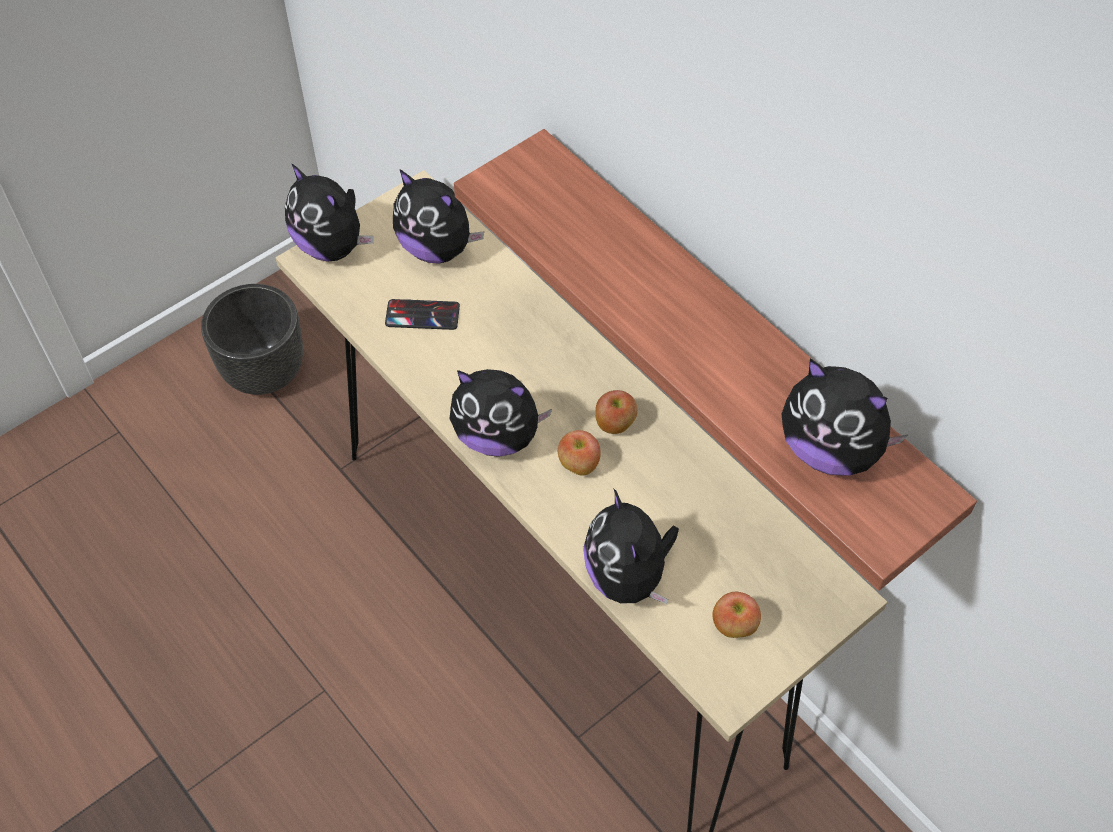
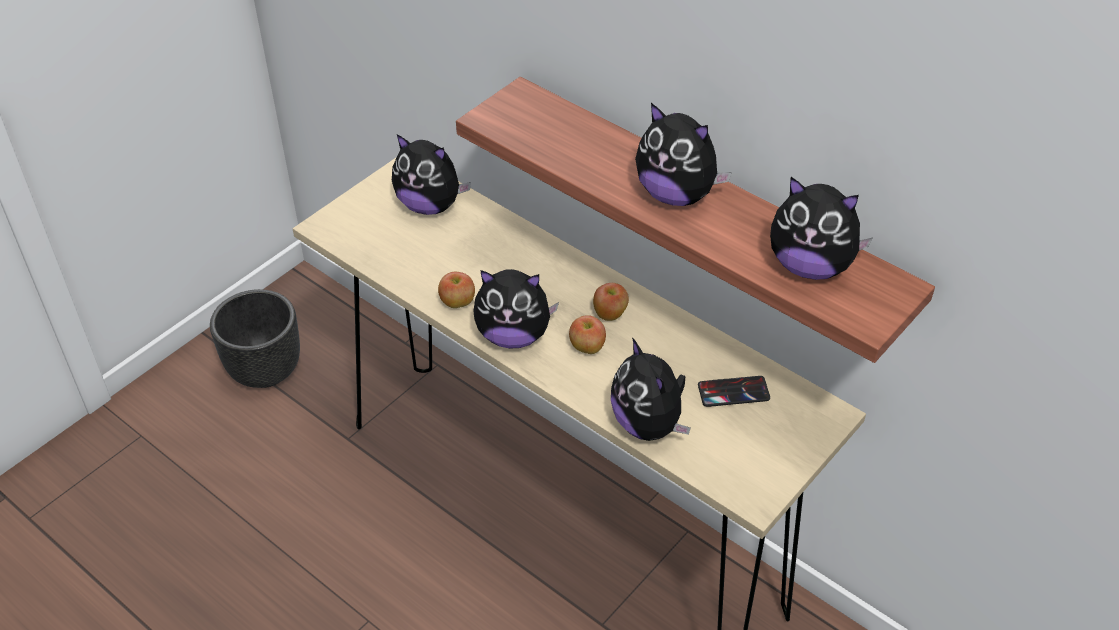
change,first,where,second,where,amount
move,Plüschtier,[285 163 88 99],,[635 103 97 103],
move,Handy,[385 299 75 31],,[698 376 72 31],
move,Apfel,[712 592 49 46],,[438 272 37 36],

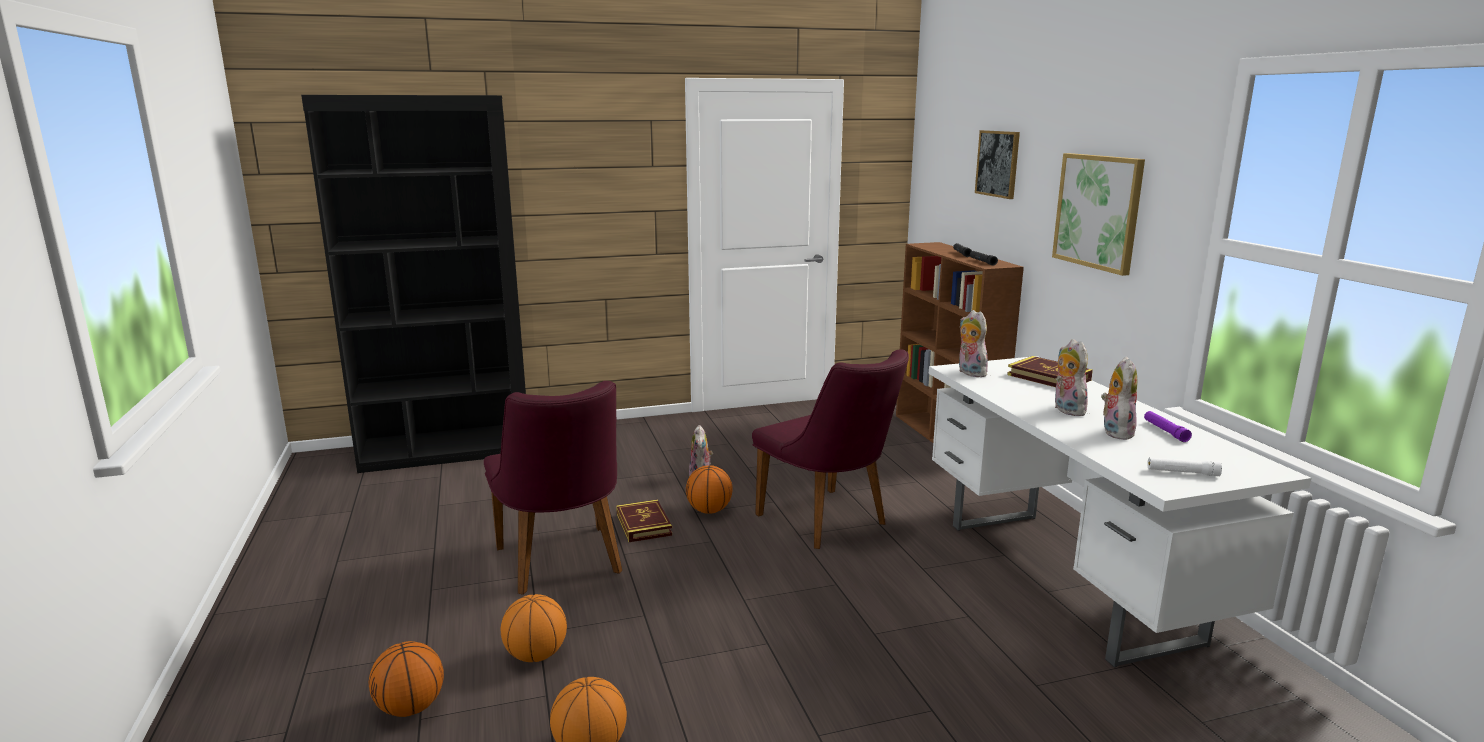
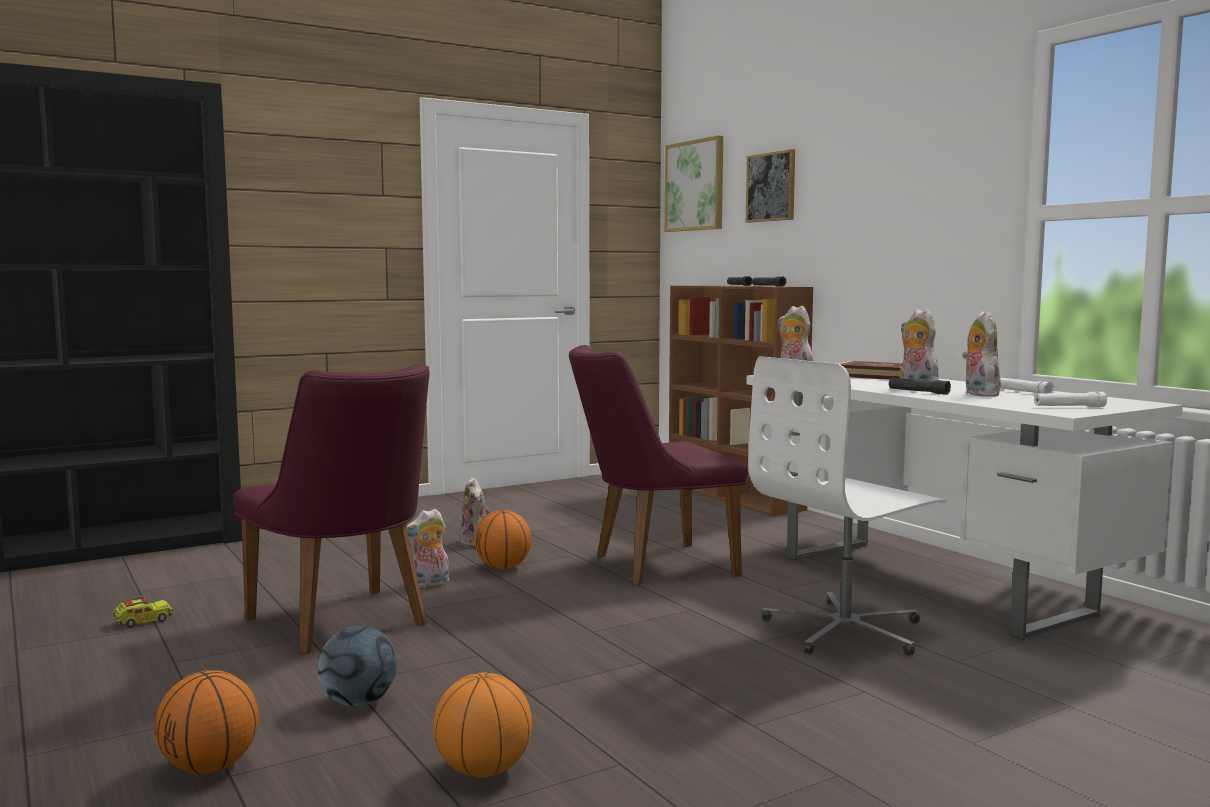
change,first,where,second,where,amount
insert,,,Spielzeuglaster,[112 596 61 32],
insert,,,Bürostuhl/weiß,[748 356 199 300],
insert,,,Taschenlampe/schwarz,[889 378 62 17],
move,Bild,[1052 153 93 123],,[664 135 59 97],
replace,Basketball,[501 594 66 68],Fußball,[318 626 79 80],
replace,Buch,[616 500 56 42],Plüschtier,[407 508 42 80],
recolor,Taschenlampe/lila,[1144 411 48 31],Taschenlampe/weiß,[1000 378 54 16],
rotate,Stuhl/lila,[752 349 157 200],,[569 345 178 241],120 degrees clockwise

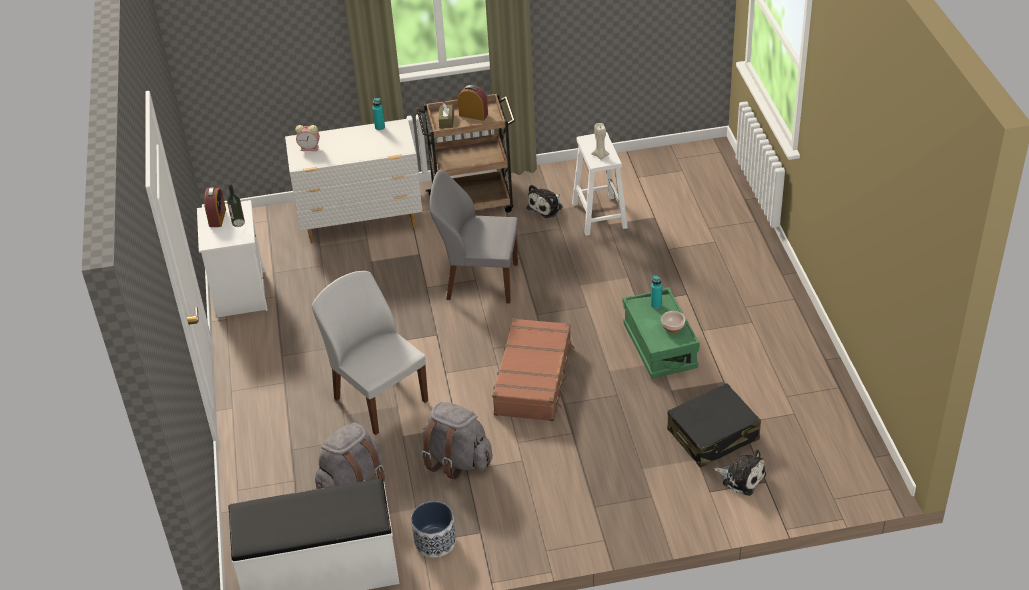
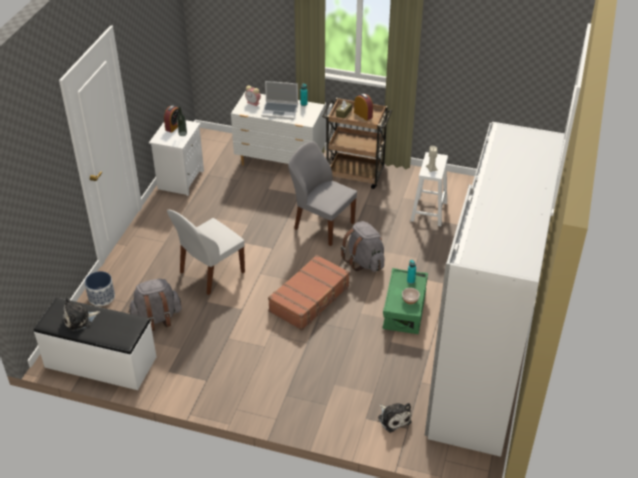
change,first,where,second,where,amount
delete,Koffer/schwarz,[667 383 94 85],,,
insert,,,Laptop,[261 81 37 38],
insert,,,Kleiderschrank/weiß,[425 122 140 335],
move,Pflanzkübel,[411 501 45 56],,[85 271 30 35],
move,Rucksack/grau,[421 402 72 78],,[341 221 43 51],
move,Plüschtier,[527 185 36 33],,[63 297 37 34],
rotate,Stuhl/weiß,[312 271 116 164],,[167 210 78 85],120 degrees counterclockwise

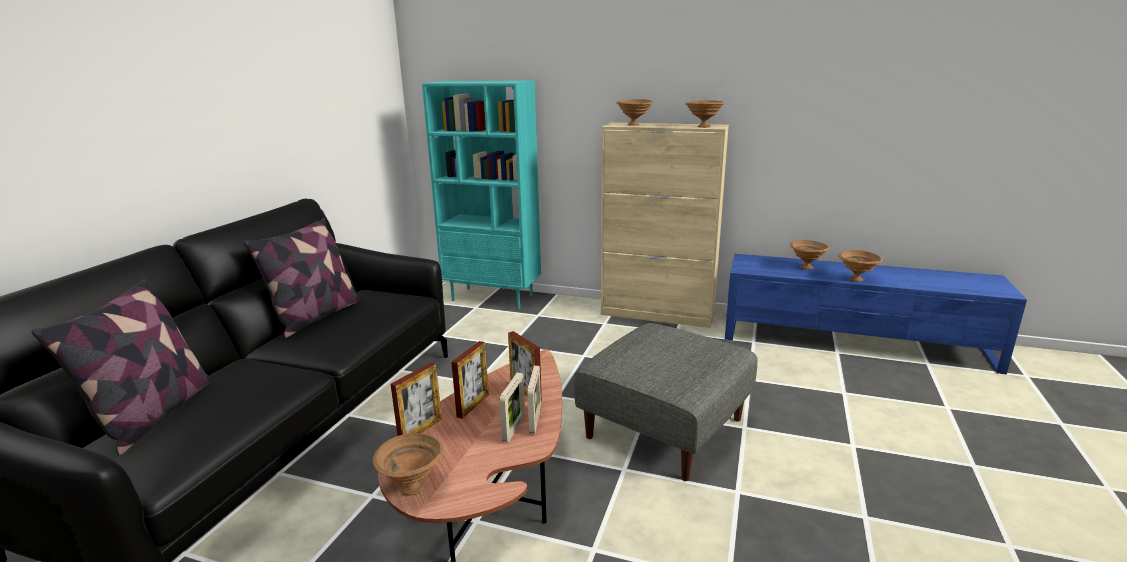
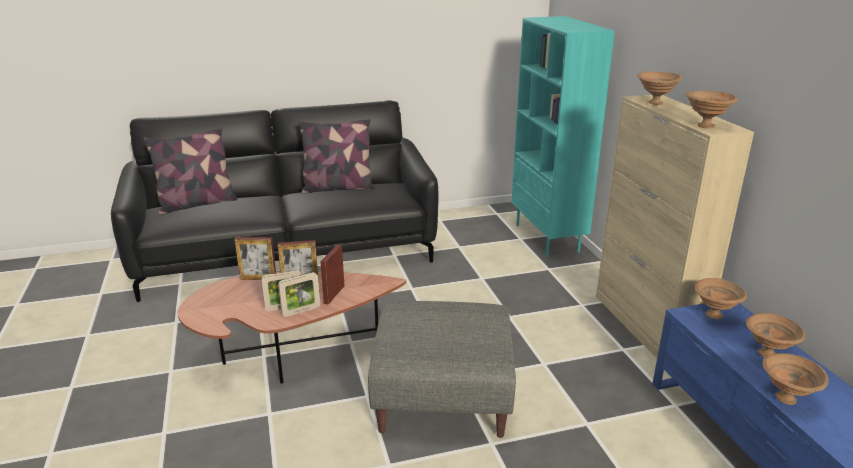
change,first,where,second,where,amount
move,Schüssel/braun,[373 433 71 62],,[695 278 52 41],

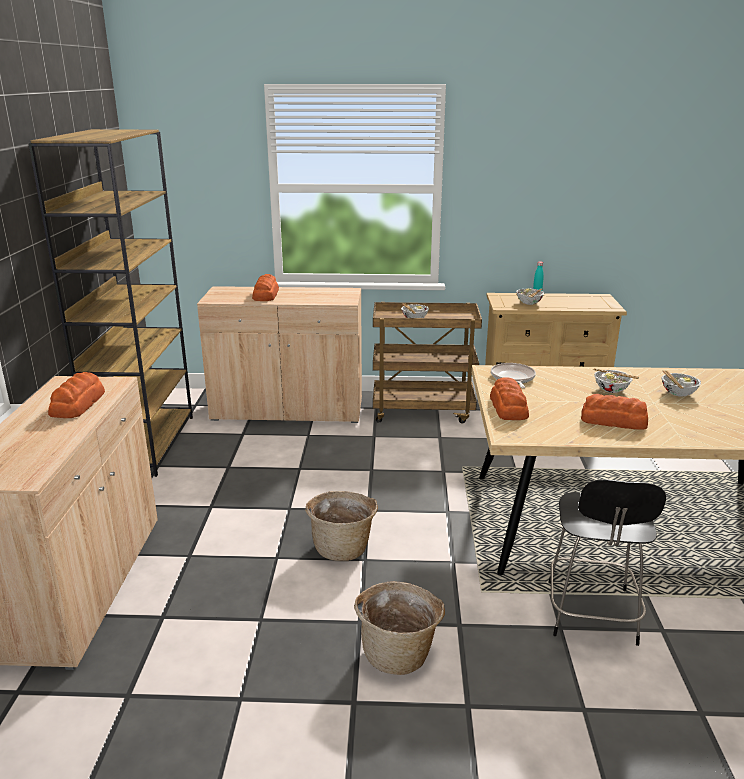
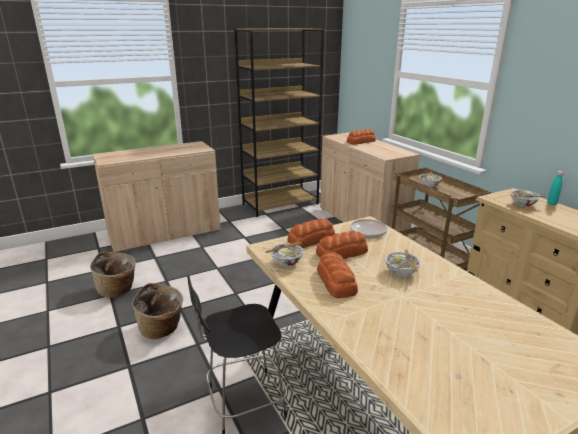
change,first,where,second,where,amount
move,Brot,[48 372 57 46],,[316 231 52 28],
move,Korb,[305 491 73 70],,[90 252 46 46],
move,Schüssel,[662 370 39 26],,[265 242 39 24],

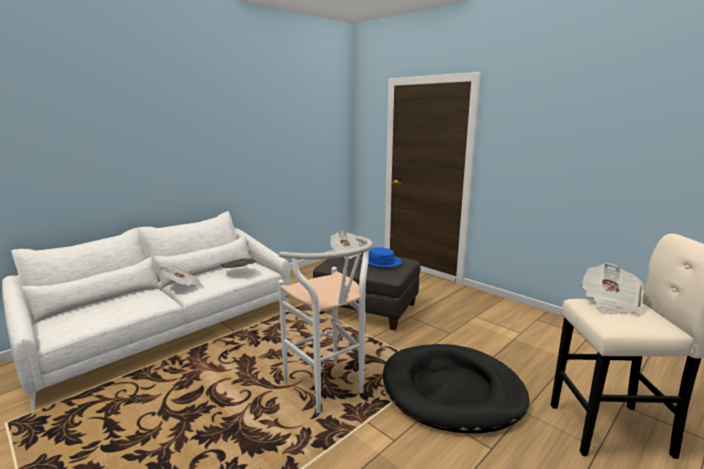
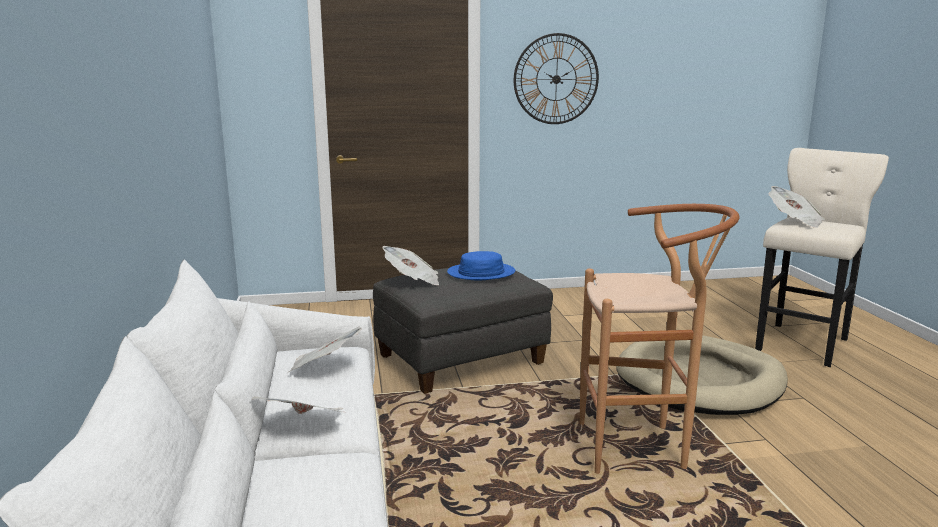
change,first,where,second,where,amount
insert,,,Wanduhr,[514 33 85 91],
recolor,Hocker/weiß,[278 236 95 177],Hocker/braun,[580 204 159 270],
recolor,Hundebett/schwarz,[383 344 146 90],Hundebett/beige,[617 335 171 80],

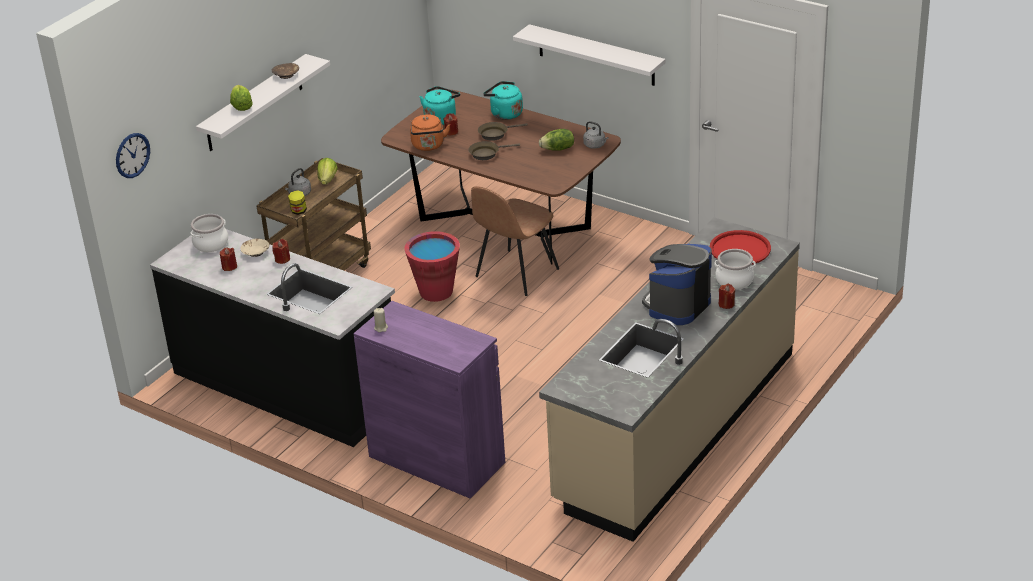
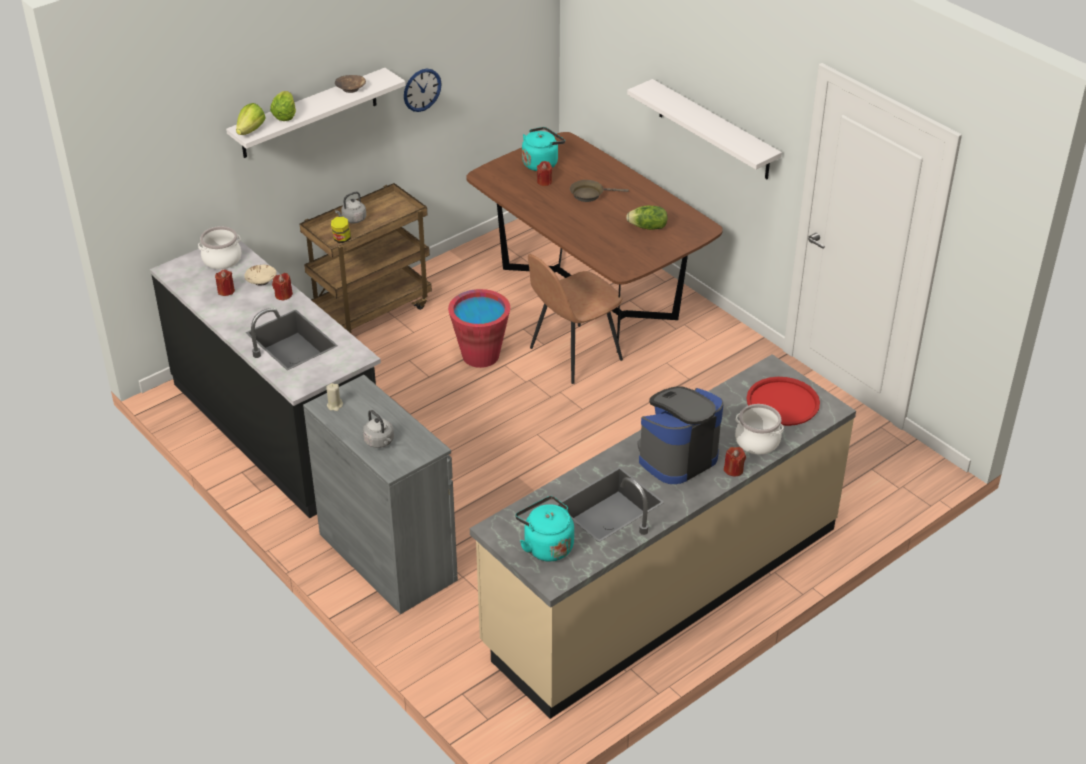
change,first,where,second,where,amount
delete,Wasserkessel/orange,[410 114 40 37],,,
delete,Pfanne/braun,[468 141 52 19],,,
move,Wanduhr,[116 133 34 45],,[404 69 38 43],
move,Salatkopf,[317 158 21 27],,[236 103 30 32],
move,Wasserkessel/türkis,[483 81 40 39],,[515 496 59 66],
move,Wasserkessel/grau,[583 121 25 28],,[363 410 31 38],
recolor,Schrank/lila,[353 301 152 197],Schrank/grau,[303 375 155 239],

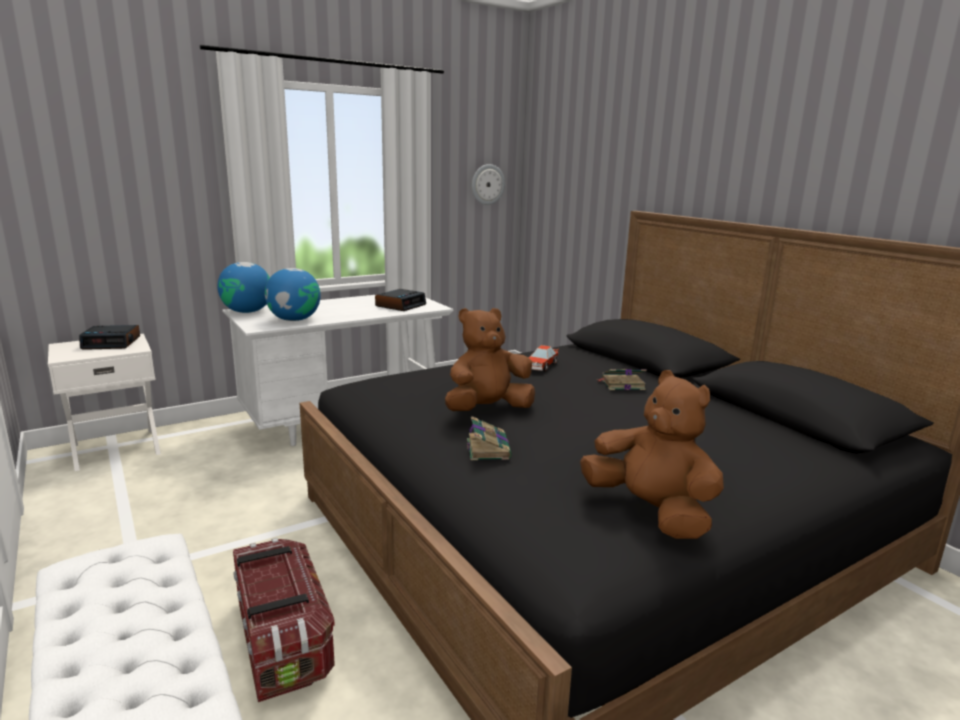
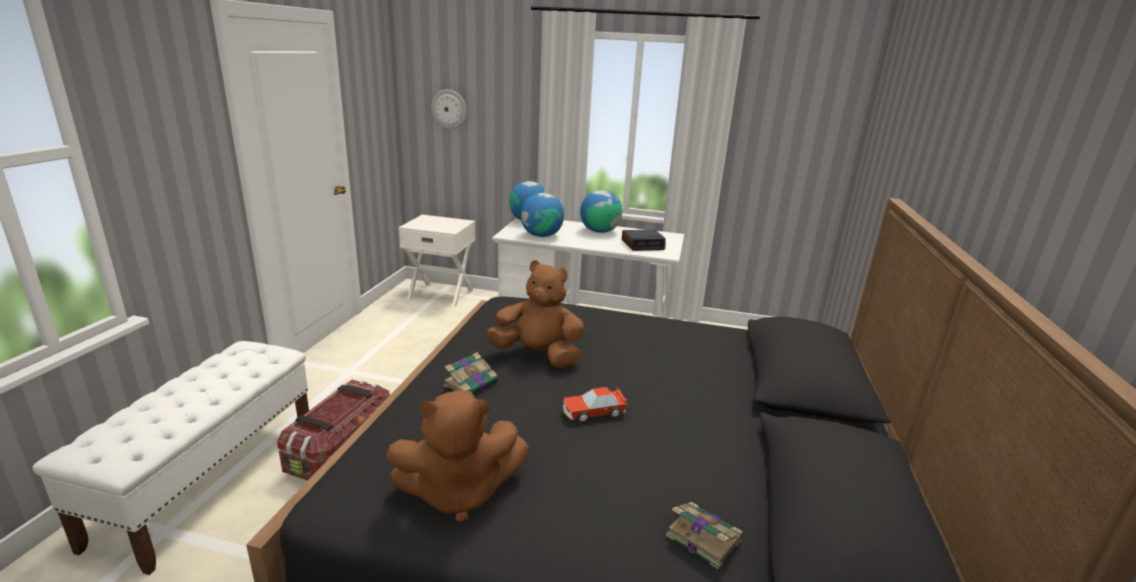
change,first,where,second,where,amount
delete,Wecker,[79 325 61 25],,,
insert,,,Globus,[580 190 42 43],
move,Wanduhr,[472 164 33 41],,[431 89 36 40],
move,Spielzeugauto,[528 345 31 27],,[563 387 66 36],
move,Buch,[596 369 51 21],,[666 502 77 67],
rotate,Plüschtier/braun,[580 370 144 169],,[386 390 143 133],75 degrees clockwise

